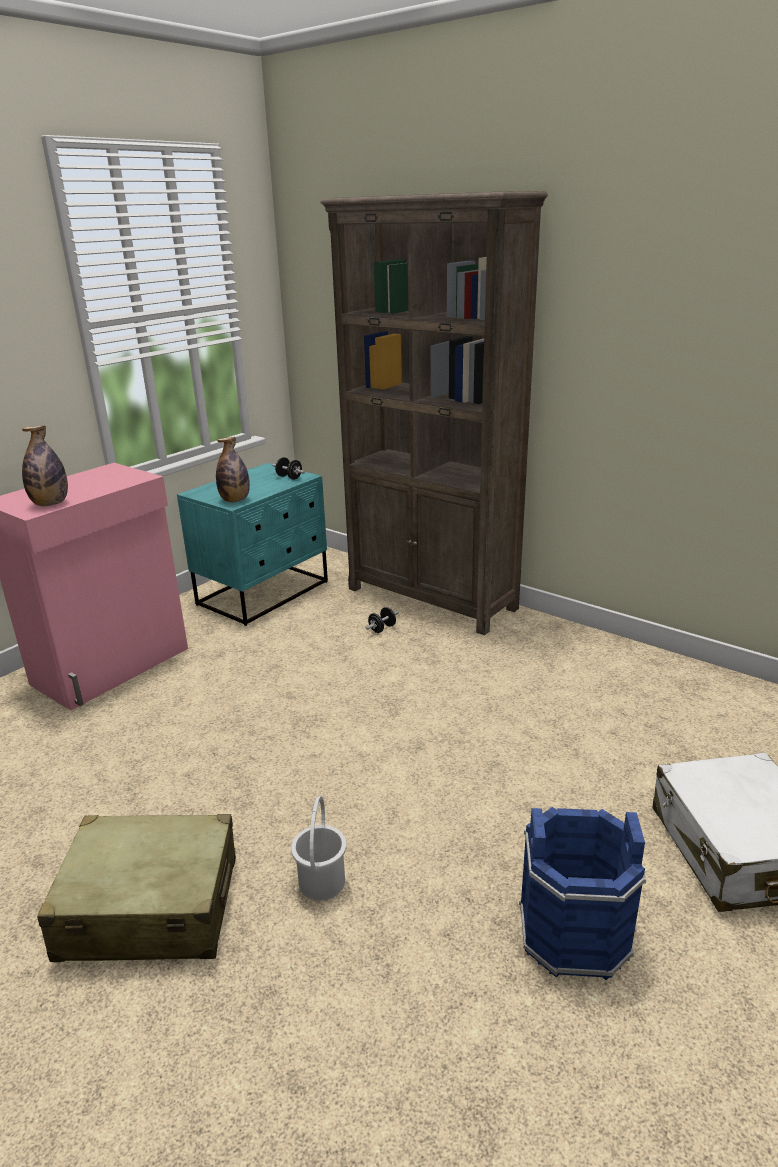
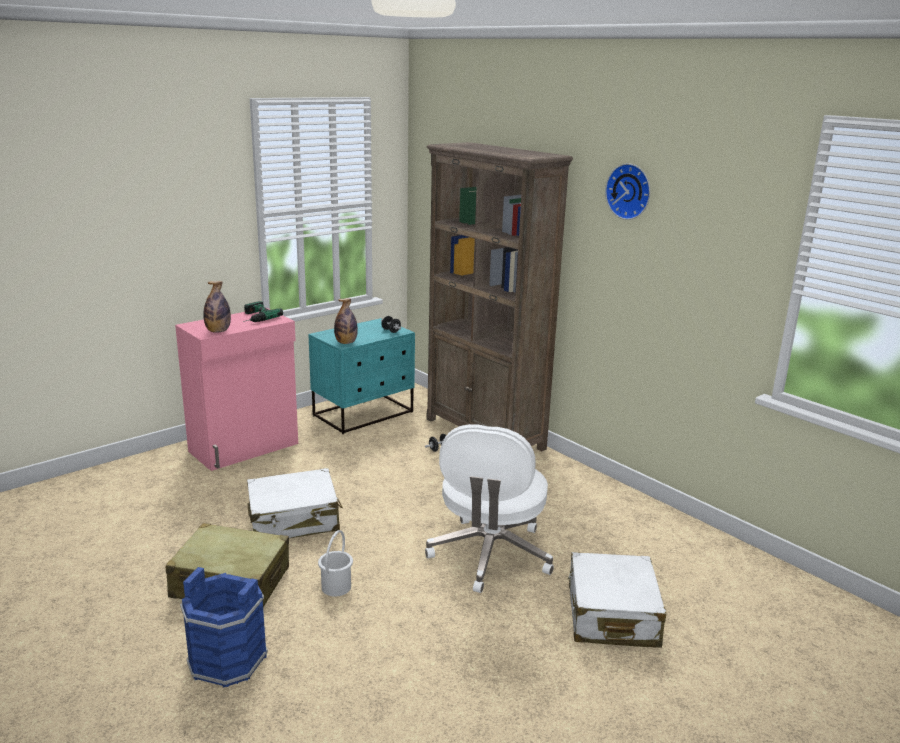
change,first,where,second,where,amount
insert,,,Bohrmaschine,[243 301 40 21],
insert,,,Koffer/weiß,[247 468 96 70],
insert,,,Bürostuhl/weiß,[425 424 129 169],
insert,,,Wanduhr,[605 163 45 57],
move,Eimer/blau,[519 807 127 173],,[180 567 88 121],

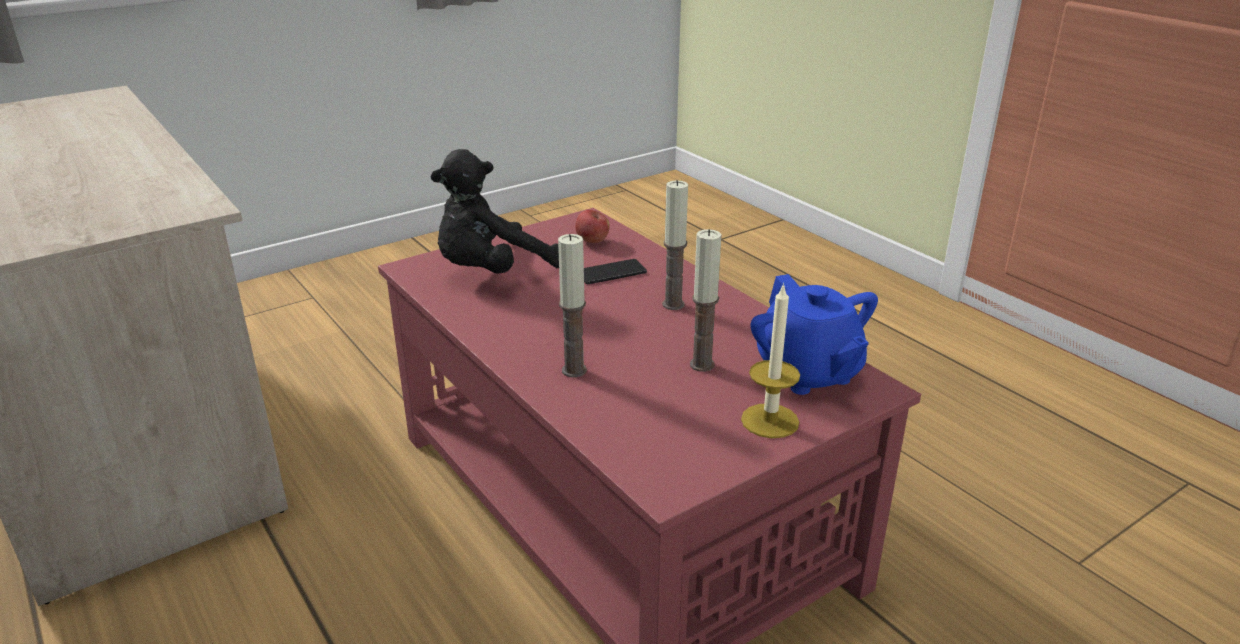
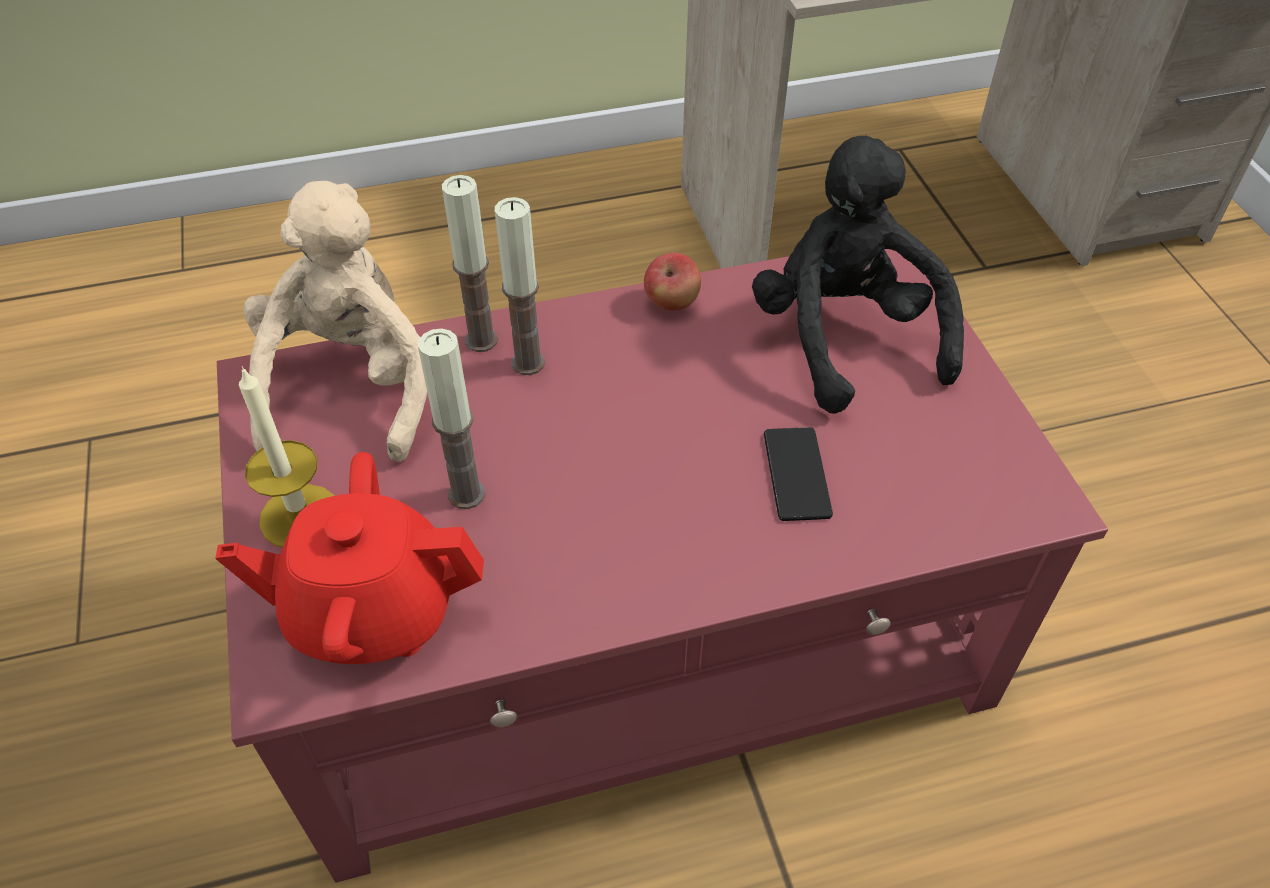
change,first,where,second,where,amount
insert,,,Plüschtier/beige,[244 181 183 281],
move,Apfel,[575 210 35 33],,[644 253 57 58],
move,Kerze,[662 180 26 130],,[442 175 56 177],
recolor,Teekanne/blau,[751 274 127 121],Teekanne/rot,[215 452 269 212],

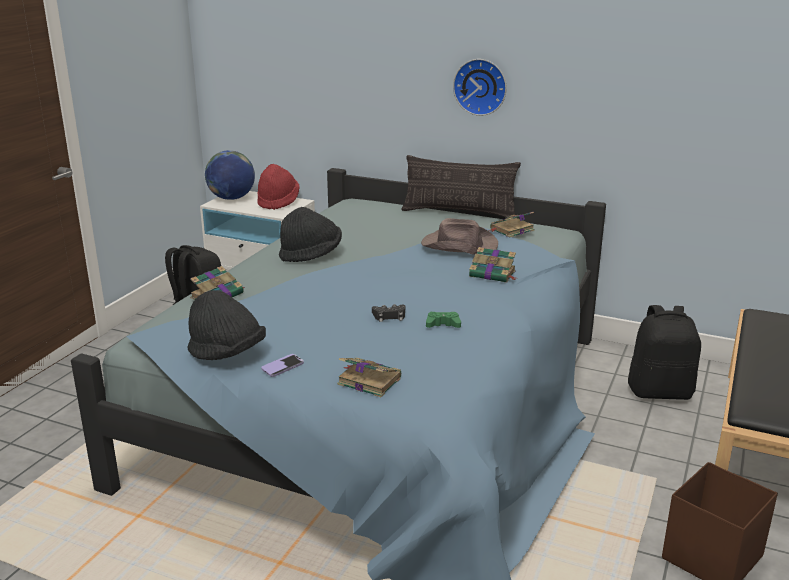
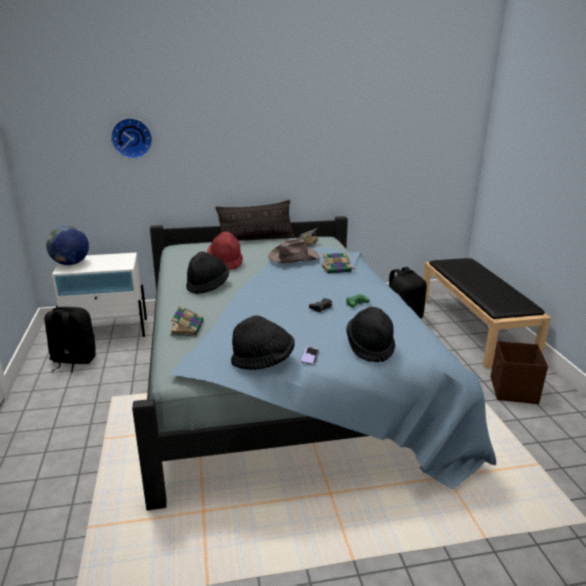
change,first,where,second,where,amount
move,Hut/rot,[257 164 43 46],,[207 232 36 37],
move,Wanduhr,[453 59 54 57],,[111 118 41 41],
replace,Buch,[337 358 64 39],Hut/schwarz,[346 307 49 55],

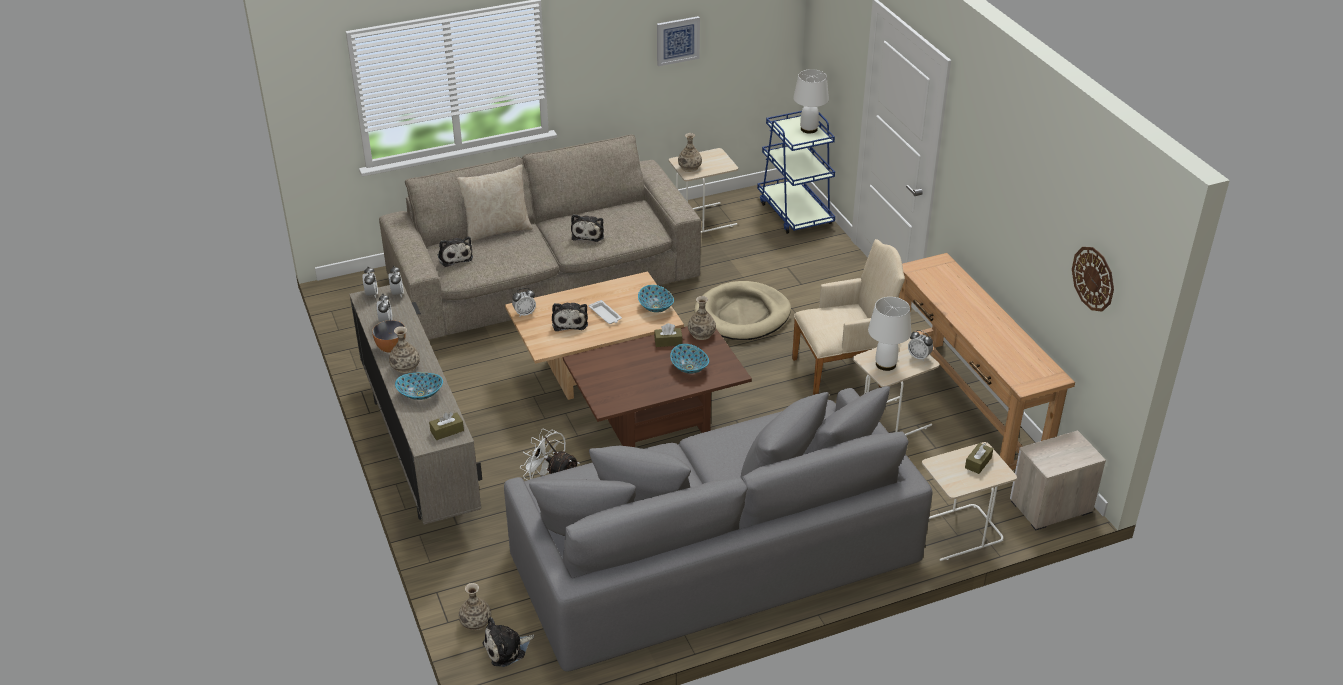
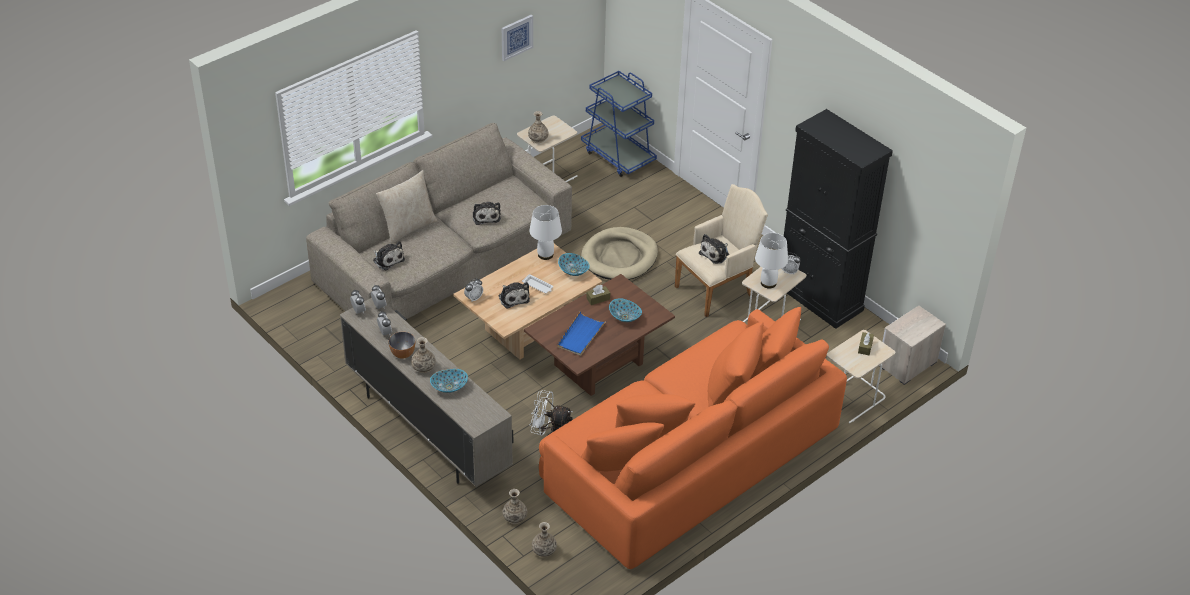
change,first,where,second,where,amount
delete,Taschentuchbox/braun,[429 412 35 28],,,
delete,Wanduhr,[1072 247 42 65],,,
insert,,,Tablett/blau,[557 311 48 45],
move,Plüschtier,[482 617 52 50],,[699 234 30 30],
move,Vase,[688 296 28 44],,[503 489 24 35],
move,Tischlampe/weiß,[793 69 36 64],,[529 205 33 55],
replace,Konsolentisch/braun,[899 253 176 217],Schrank/schwarz,[784 109 109 220],
recolor,Sofa/grau,[504 386 429 286],Sofa/orange,[539 307 308 262],

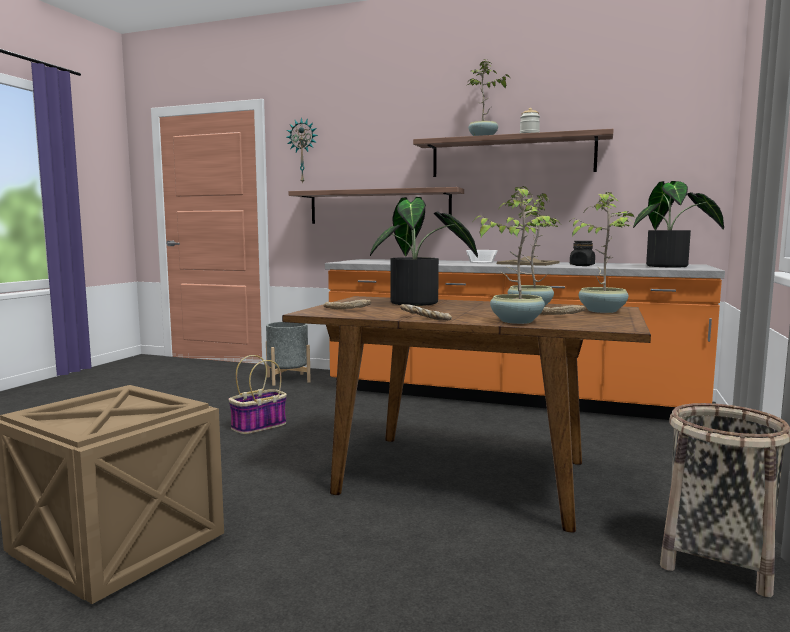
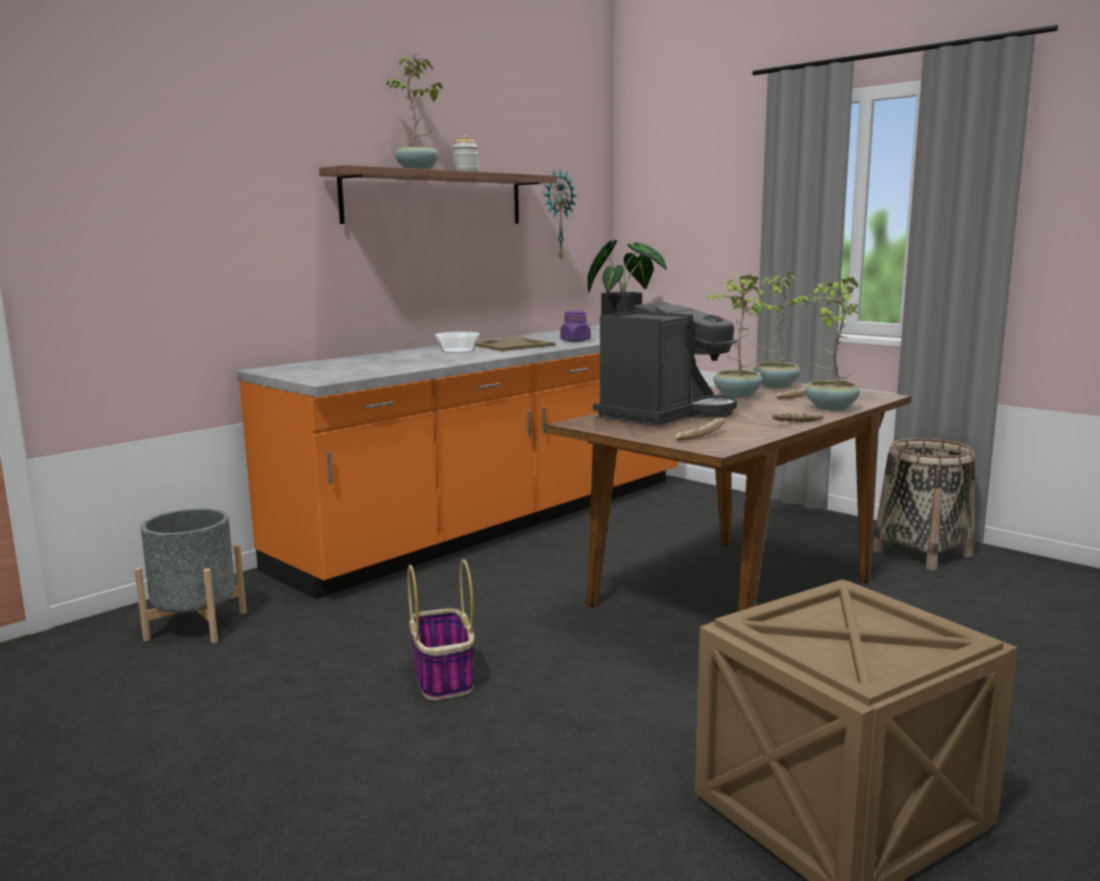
change,first,where,second,where,amount
delete,Wandregal,[289 187 175 37],,,
move,Wanduhr,[287 117 31 67],,[543 169 34 90],
replace,Topfpflanze,[370 197 108 109],Kaffeemaschine,[593 302 145 124],
recolor,Vorratsglas/schwarz,[570 241 25 25],Vorratsglas/lila,[560 311 31 31],

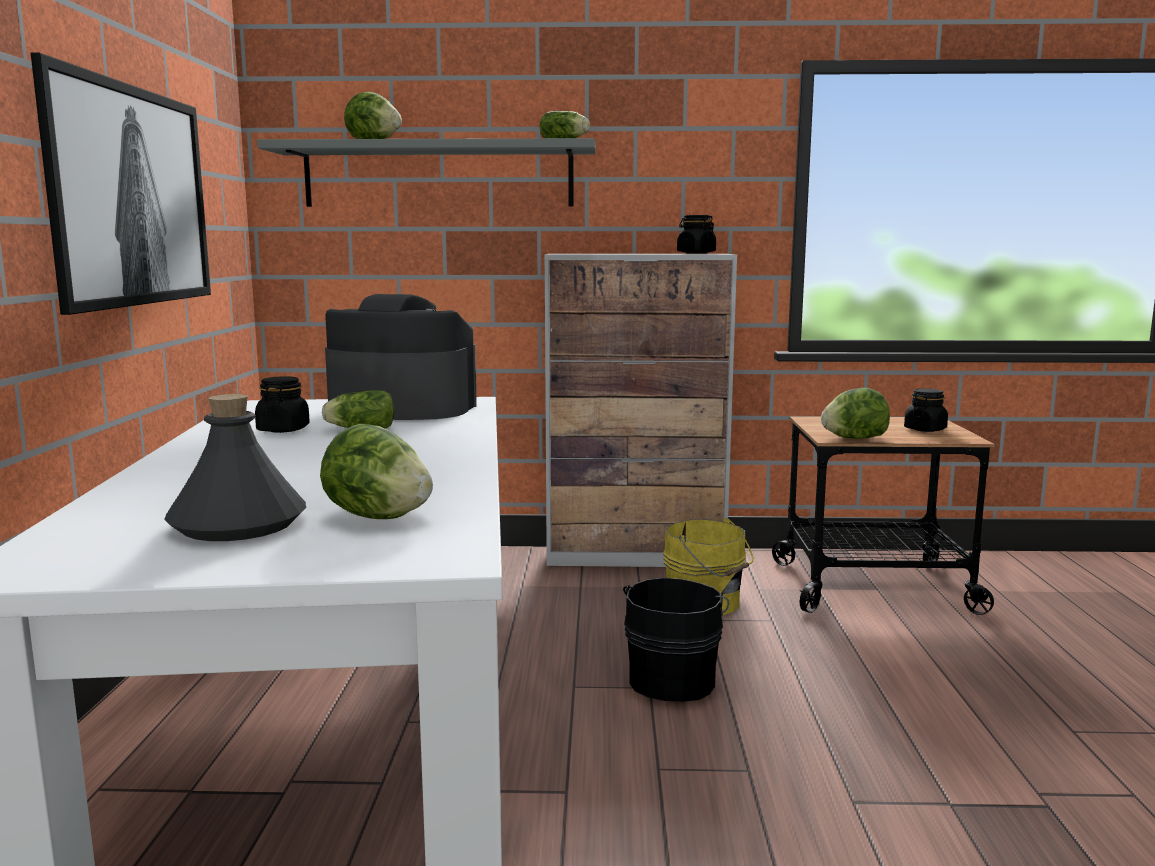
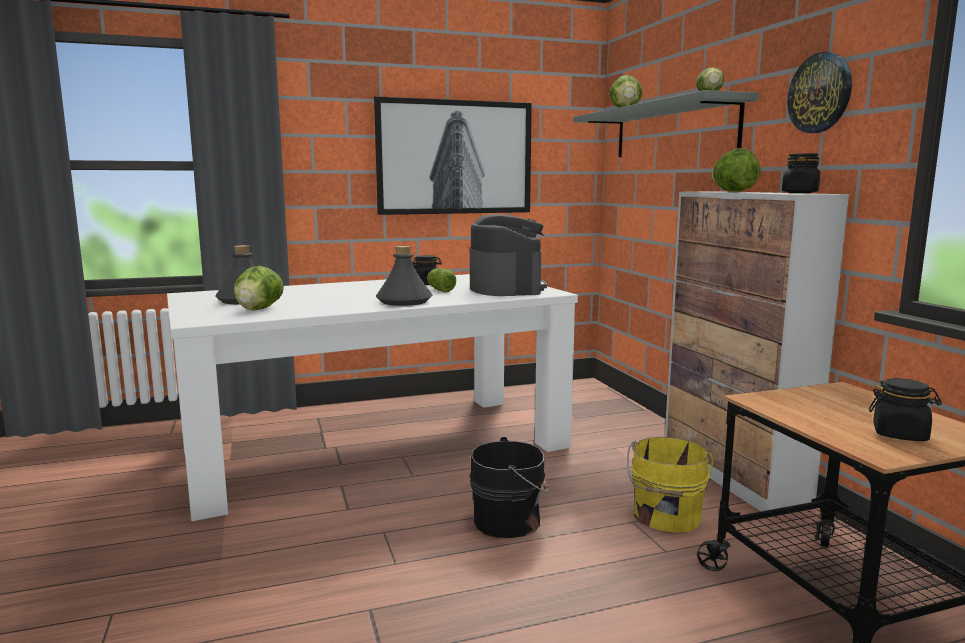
change,first,where,second,where,amount
insert,,,Flasche/grau,[376 246 57 60],
insert,,,Wanduhr,[787 52 65 81],
move,Salatkopf,[821 388 69 51],,[712 148 49 44],

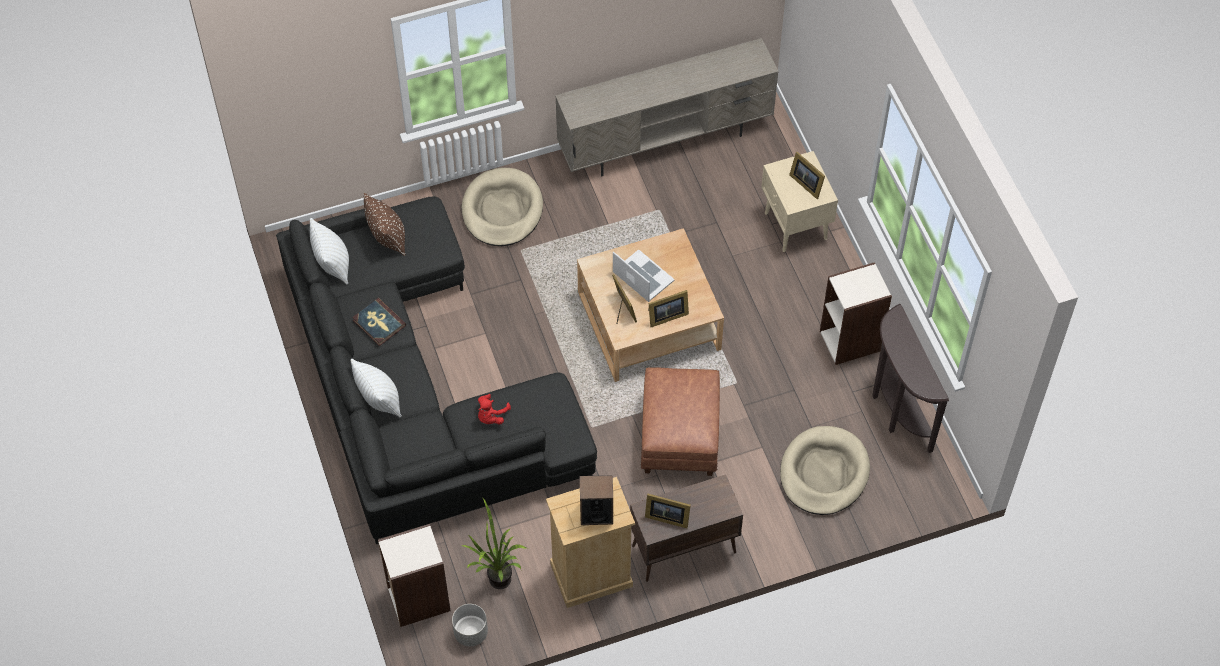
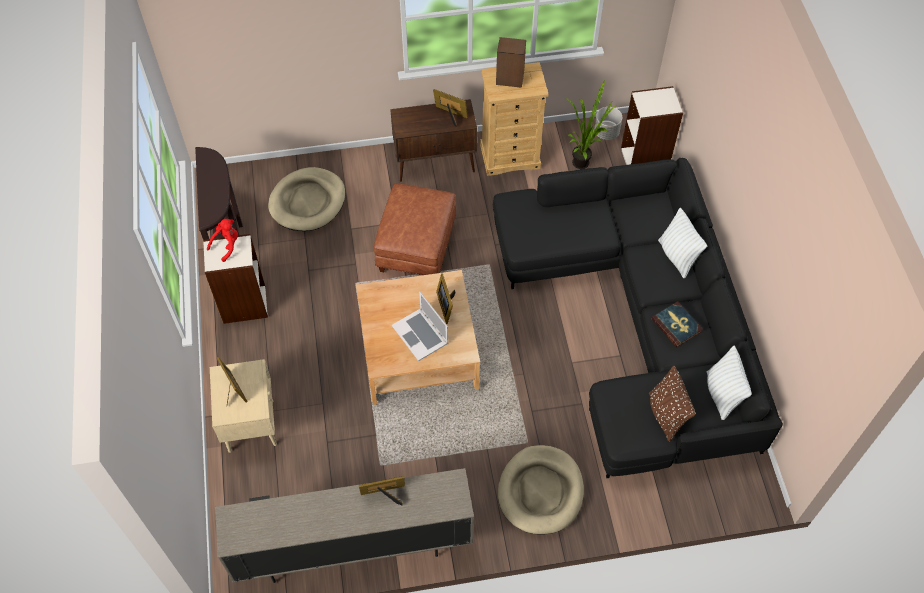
change,first,where,second,where,amount
move,Plüschtier/rot,[478 394 33 31],,[207 219 31 43],
move,Bilderrahmen,[648 290 41 37],,[359 476 46 29],

